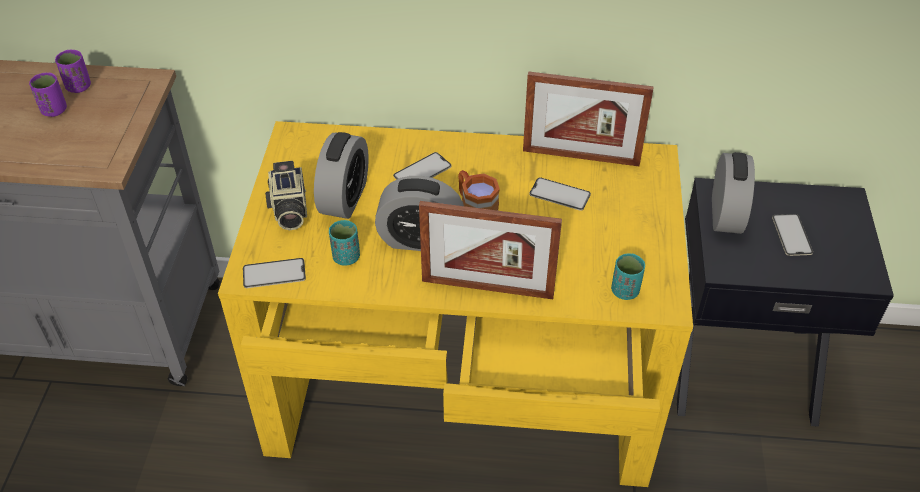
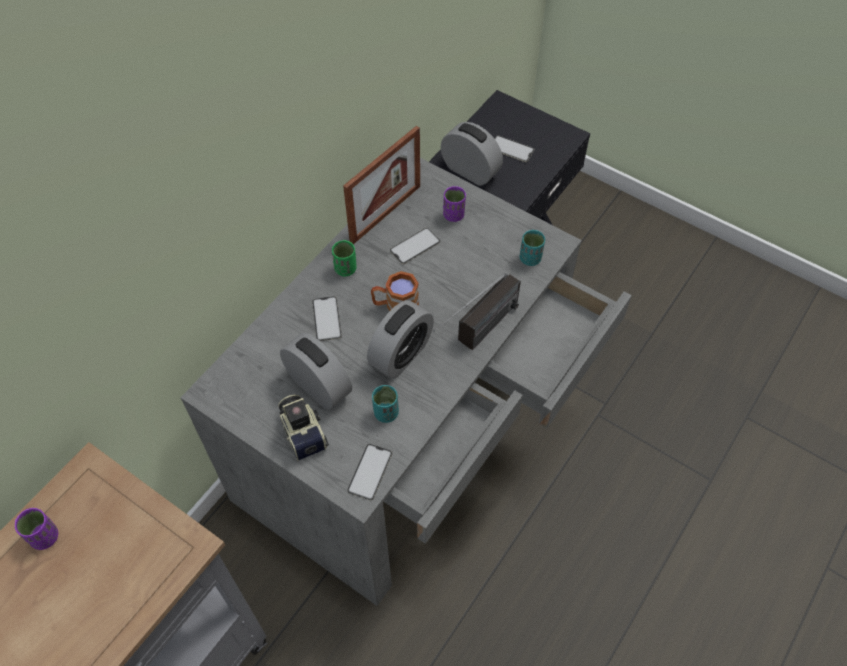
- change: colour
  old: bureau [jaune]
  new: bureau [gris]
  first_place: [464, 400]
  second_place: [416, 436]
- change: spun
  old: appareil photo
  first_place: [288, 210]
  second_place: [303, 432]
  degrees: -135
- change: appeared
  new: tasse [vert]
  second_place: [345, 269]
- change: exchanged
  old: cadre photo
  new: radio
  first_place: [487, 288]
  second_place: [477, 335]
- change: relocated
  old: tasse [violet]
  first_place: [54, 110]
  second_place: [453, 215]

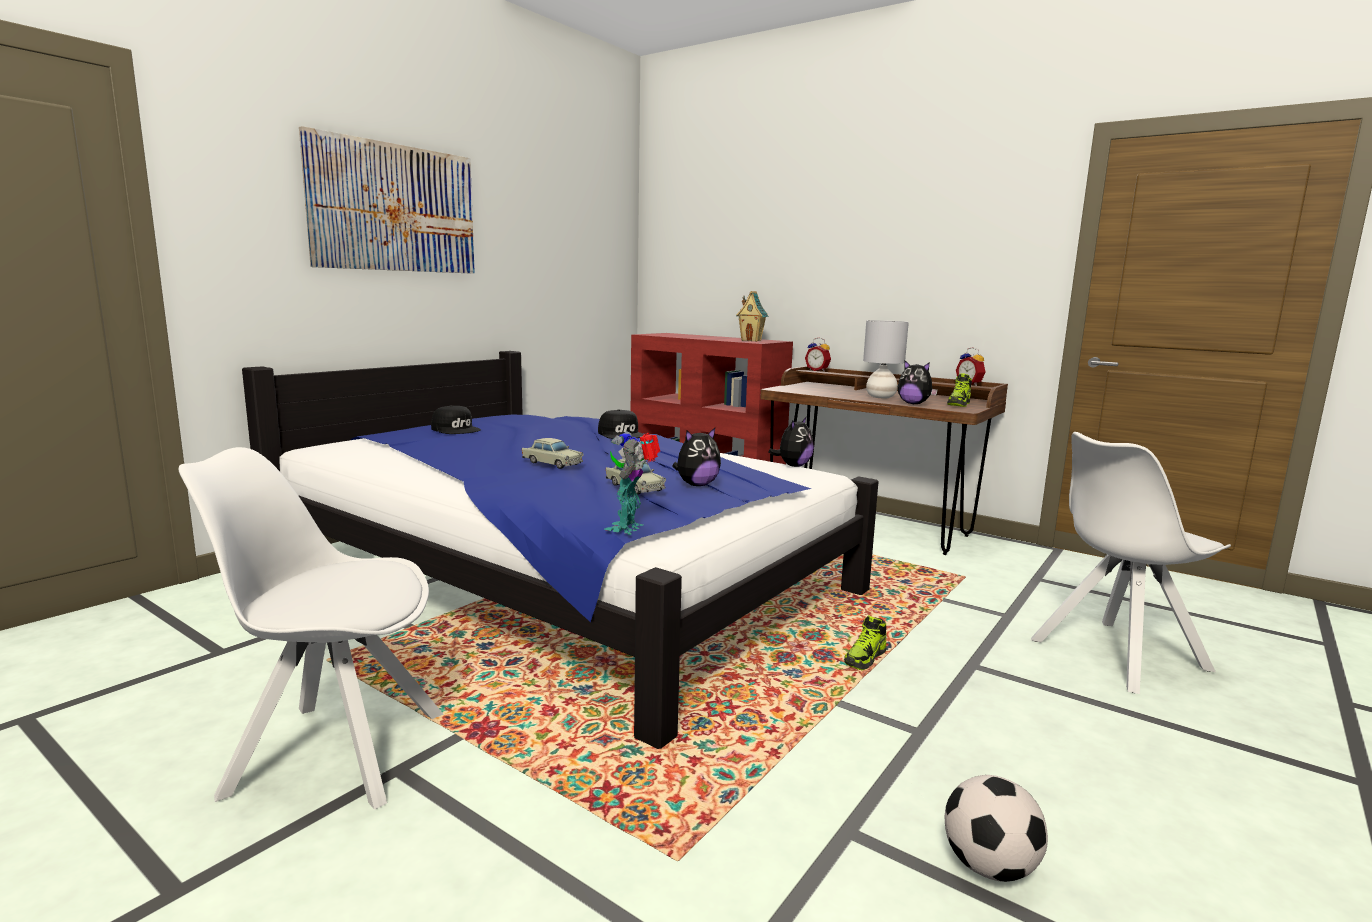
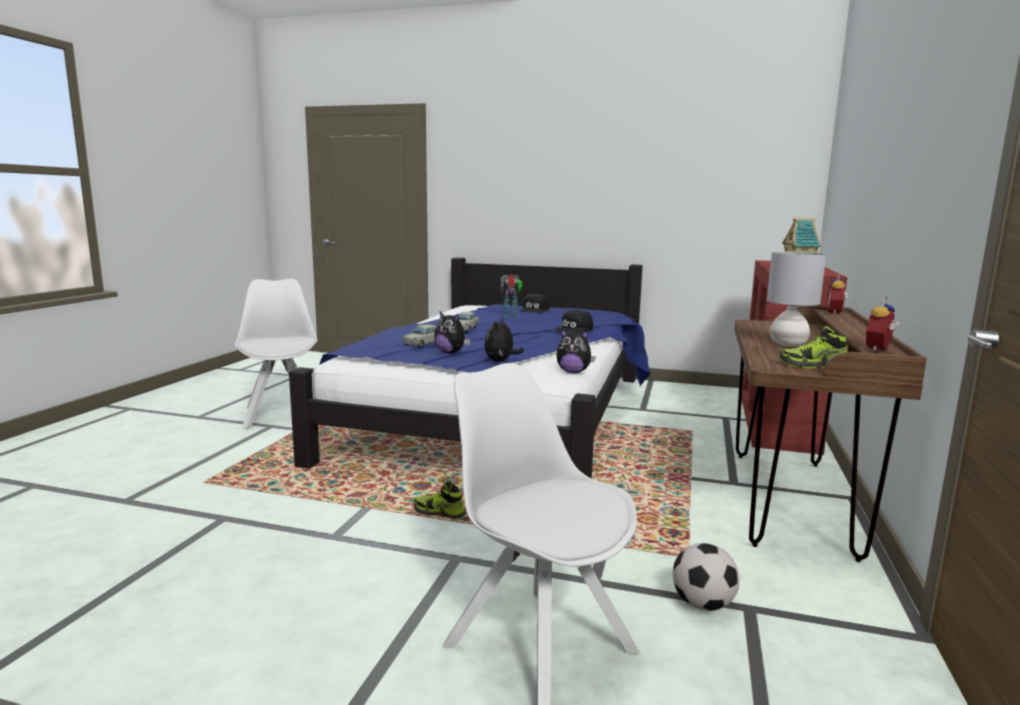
- change: relocated
  old: peluche
  first_place: [914, 404]
  second_place: [500, 361]
- change: relocated
  old: robot jouet
  first_place: [629, 528]
  second_place: [511, 316]
- change: relocated
  old: ballon de foot
  first_place: [989, 867]
  second_place: [703, 604]
- change: missing
  old: tableau
  first_place: [394, 208]

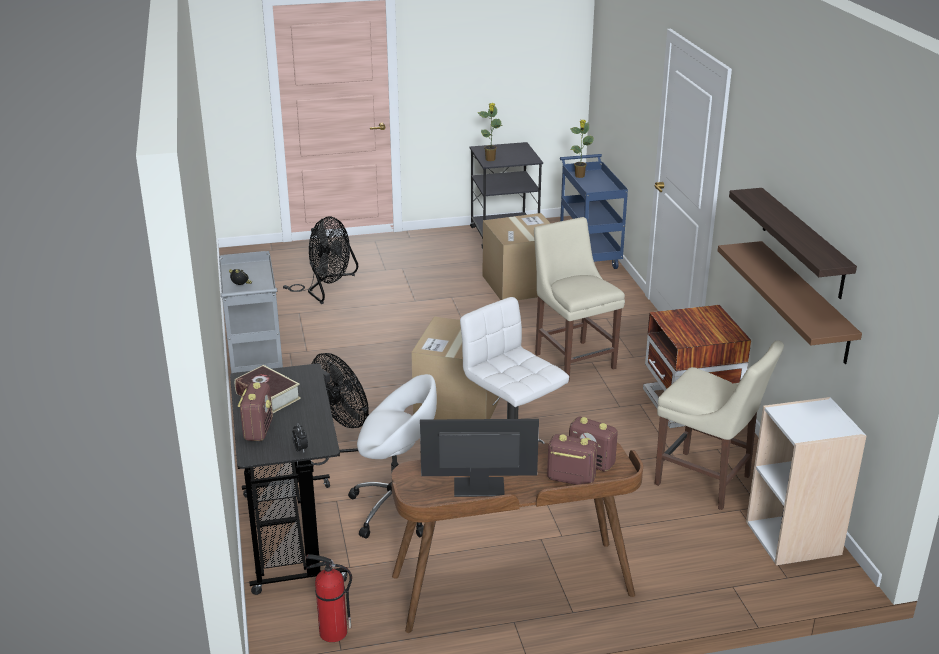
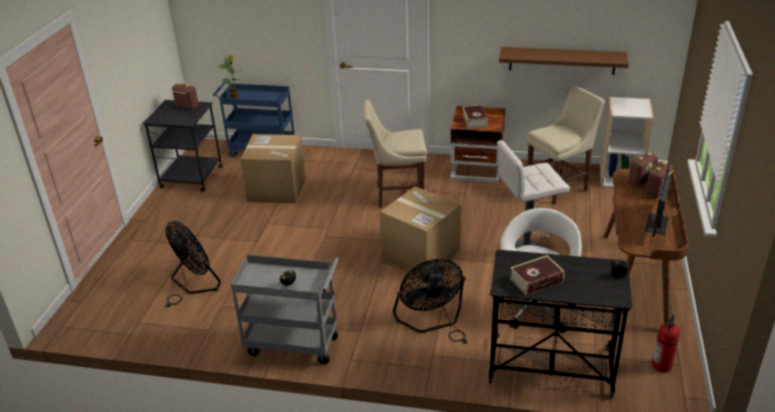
- change: relocated
  old: radio
  first_place: [258, 430]
  second_place: [187, 107]
- change: appeared
  new: livre
  second_place: [474, 120]
- change: missing
  old: plante en pot
  first_place: [490, 159]
- change: missing
  old: étagère
  first_place: [803, 243]

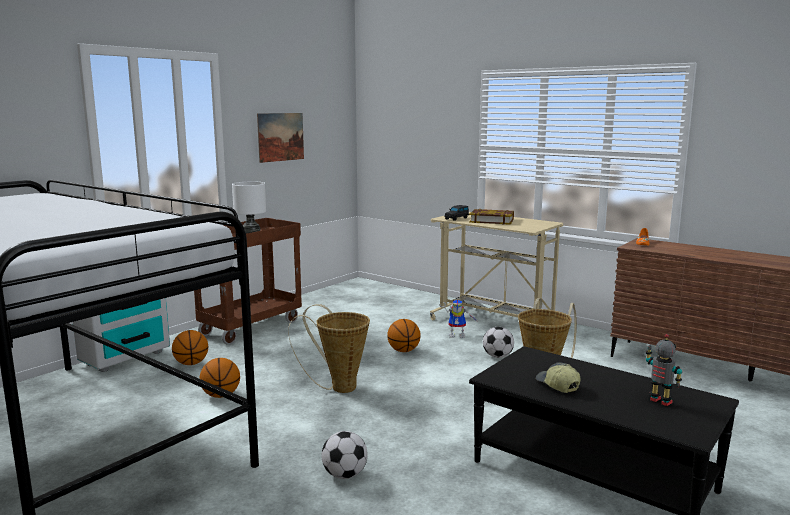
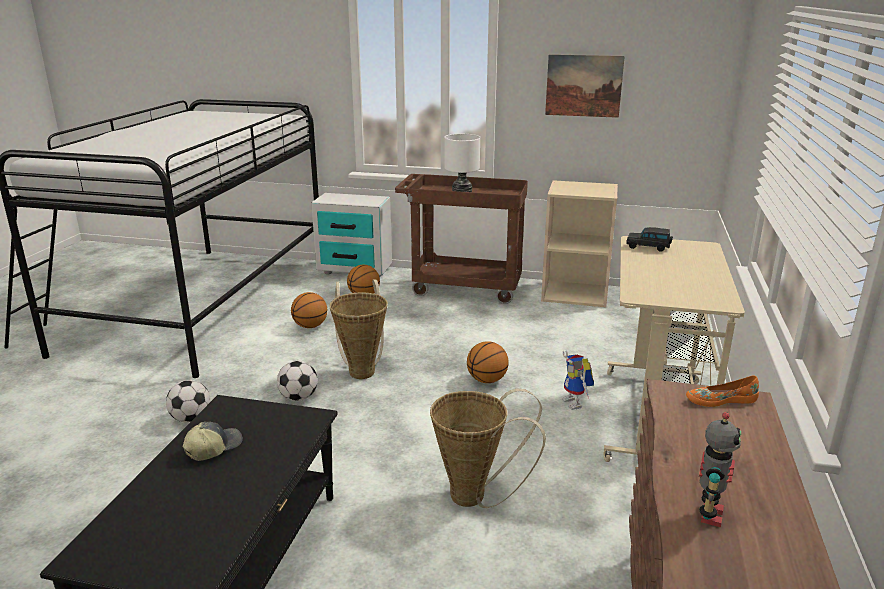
- change: relocated
  old: ballon de foot
  first_place: [497, 356]
  second_place: [298, 398]
- change: appeared
  new: bibliothèque [beige]
  second_place: [575, 293]
- change: relocated
  old: robot jouet
  first_place: [660, 402]
  second_place: [708, 514]
- change: missing
  old: livre
  first_place: [491, 220]

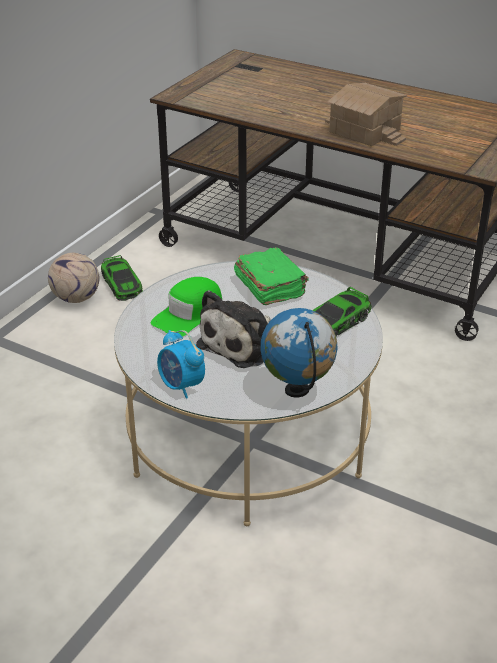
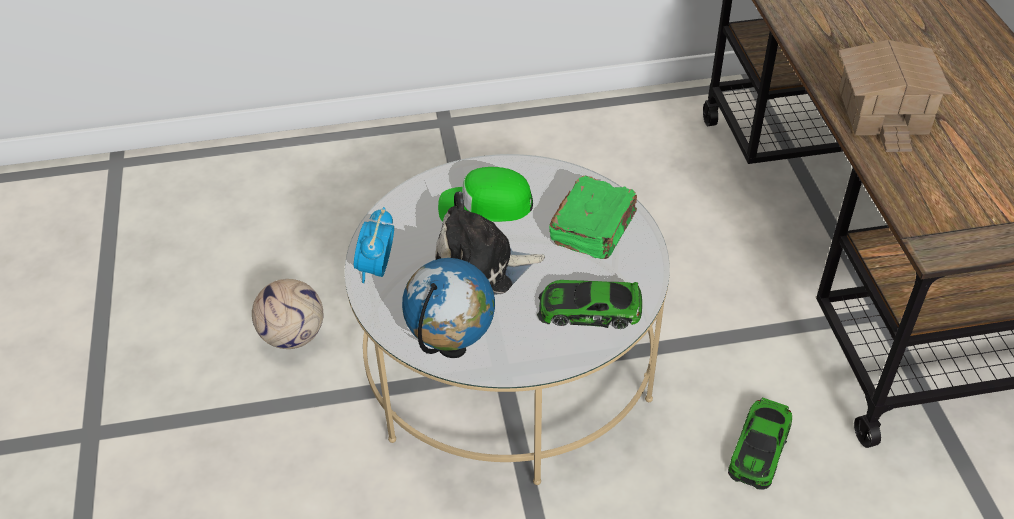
- change: relocated
  old: ballon de foot
  first_place: [76, 298]
  second_place: [293, 335]
- change: relocated
  old: petite voiture
  first_place: [122, 284]
  second_place: [759, 449]

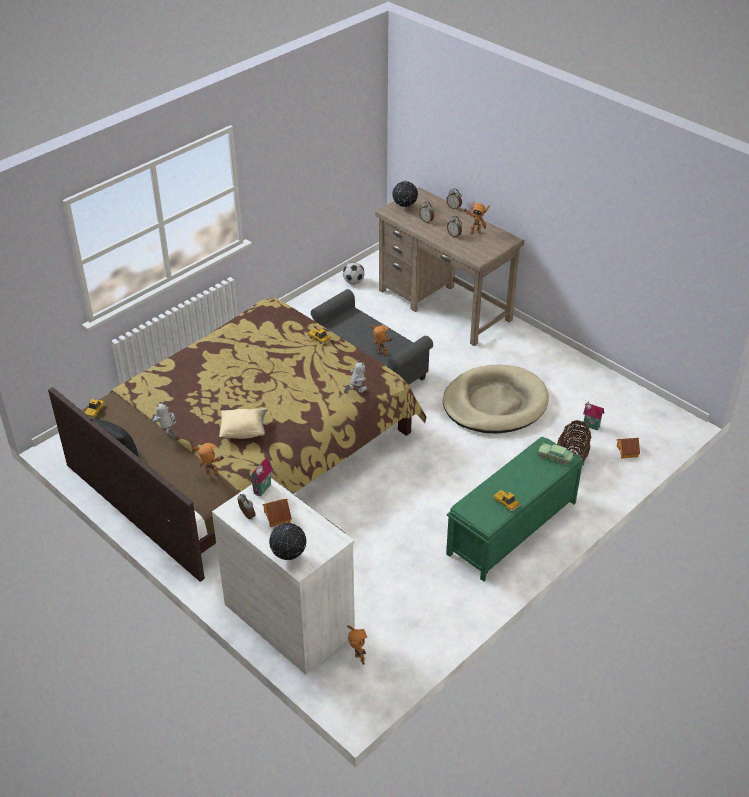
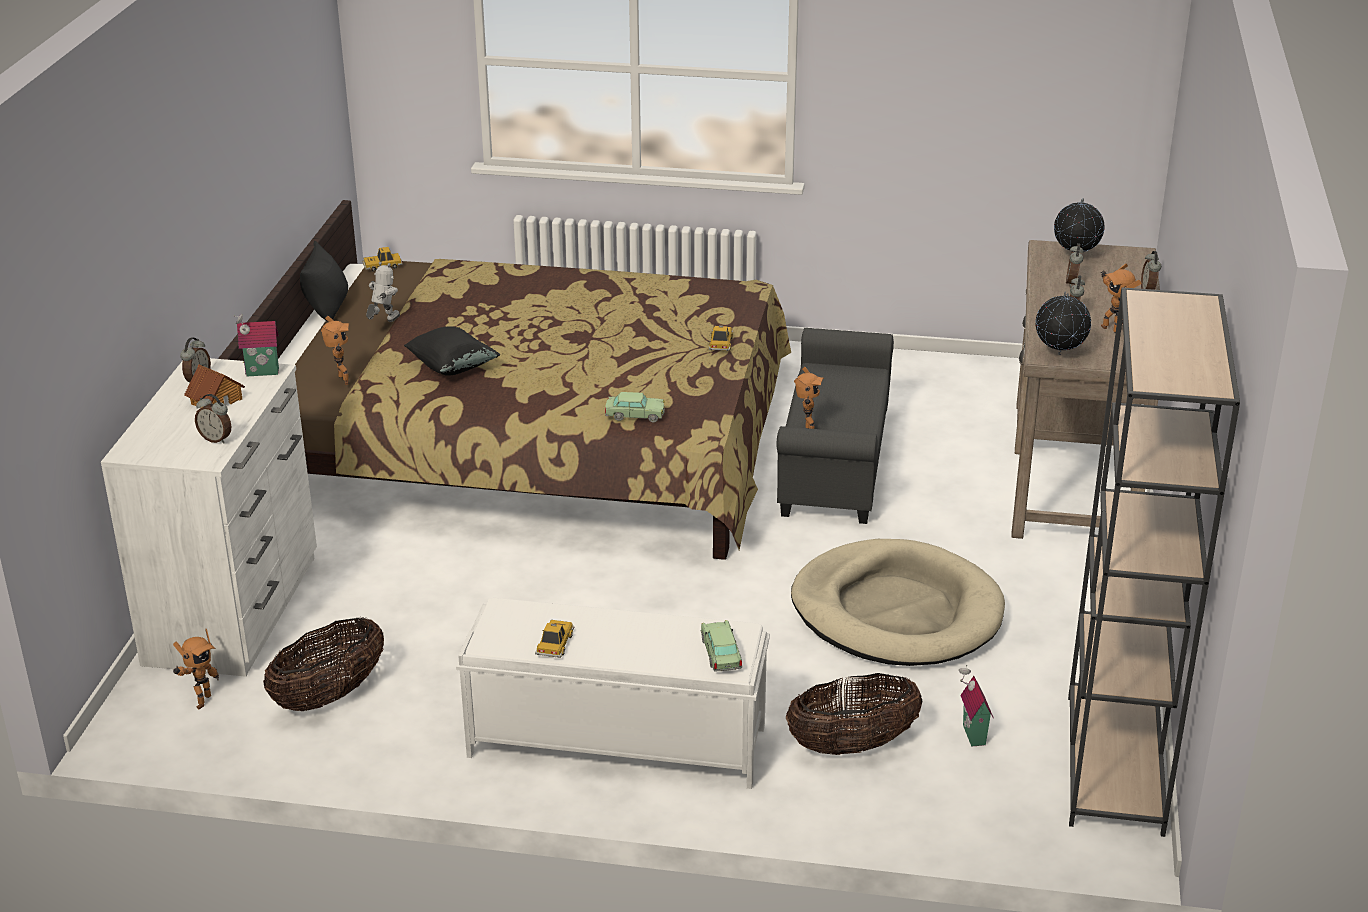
- change: appeared
  new: réveil
  second_place: [216, 439]
- change: appeared
  new: panier
  second_place: [329, 695]
- change: colour
  old: coussin [beige]
  new: coussin [noir]
  first_place: [244, 431]
  second_place: [452, 367]
- change: colour
  old: banc [vert]
  new: banc [blanc]
  first_place: [511, 529]
  second_place: [615, 741]
- change: exchanged
  old: robot jouet
  new: petite voiture
  first_place: [356, 393]
  second_place: [635, 415]
- change: relocated
  old: globe
  first_place: [288, 557]
  second_place: [1059, 354]
- change: appeared
  new: bibliothèque
  second_place: [1115, 764]
- change: missing
  old: ballon de foot
  first_place: [353, 282]
- change: missing
  old: maison miniature
  first_place: [627, 451]

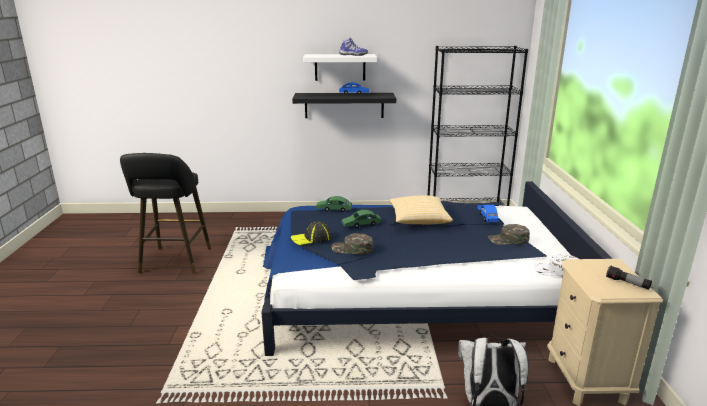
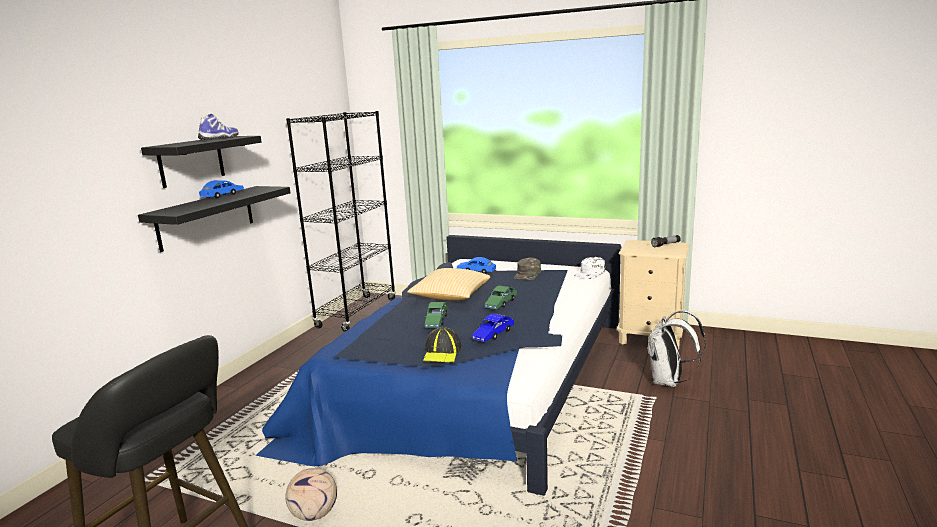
- change: colour
  old: étagère [blanc]
  new: étagère [noir]
  first_place: [340, 67]
  second_place: [191, 161]
- change: appeared
  new: ballon de foot
  second_place: [314, 514]
- change: exchanged
  old: casquette [vert]
  new: petite voiture [bleu]
  first_place: [352, 249]
  second_place: [493, 334]
- change: relocated
  old: petite voiture [vert]
  first_place: [334, 209]
  second_place: [501, 303]

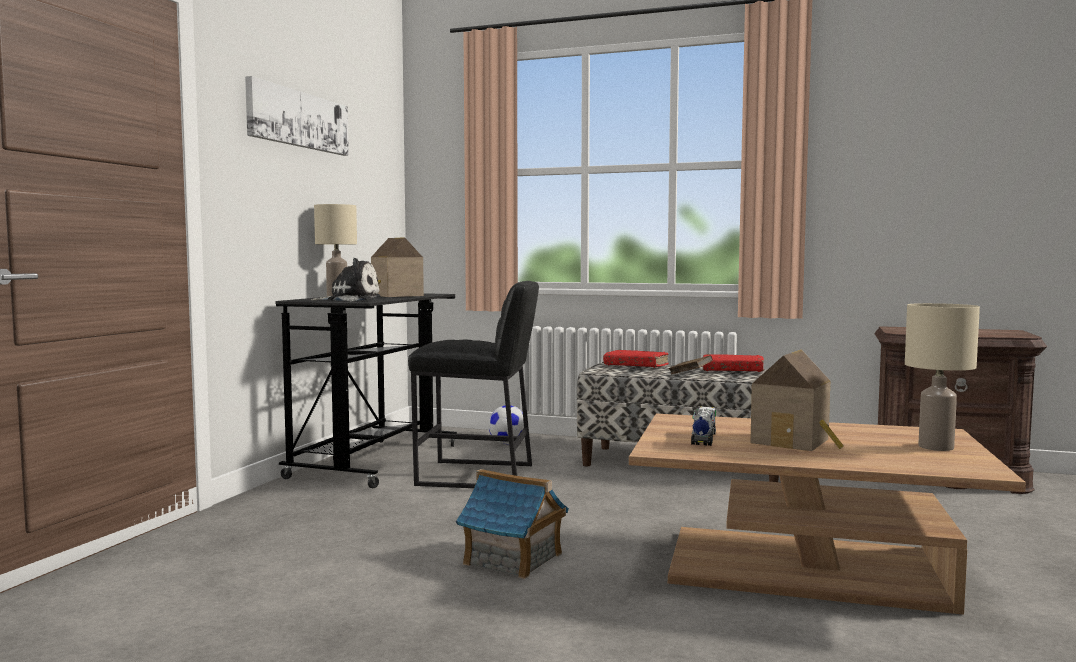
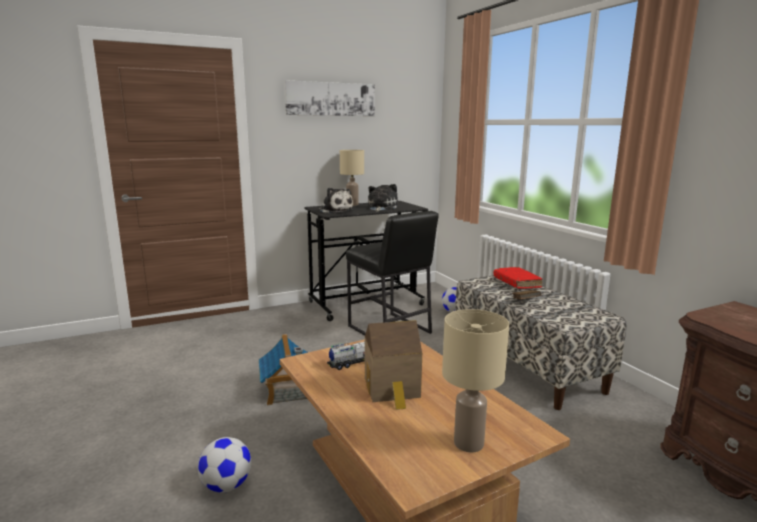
- change: appeared
  new: ballon de foot
  second_place: [227, 485]
- change: exchanged
  old: maison miniature
  new: peluche
  first_place: [395, 296]
  second_place: [381, 208]
- change: missing
  old: livre [rouge]
  first_place: [732, 370]

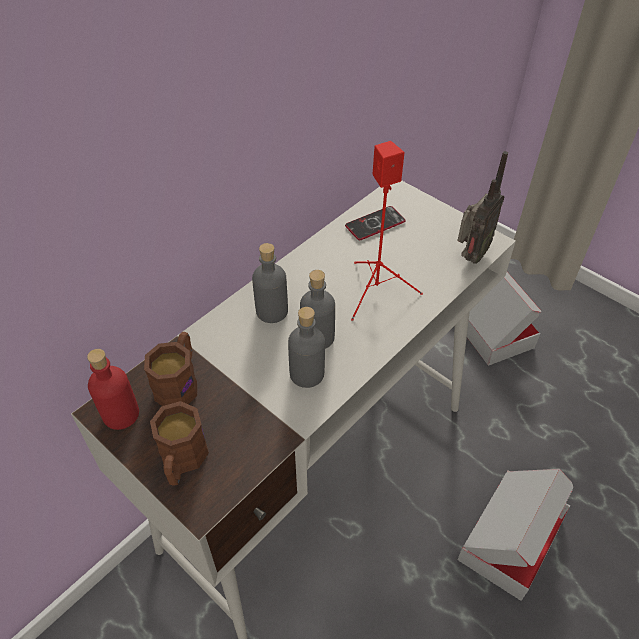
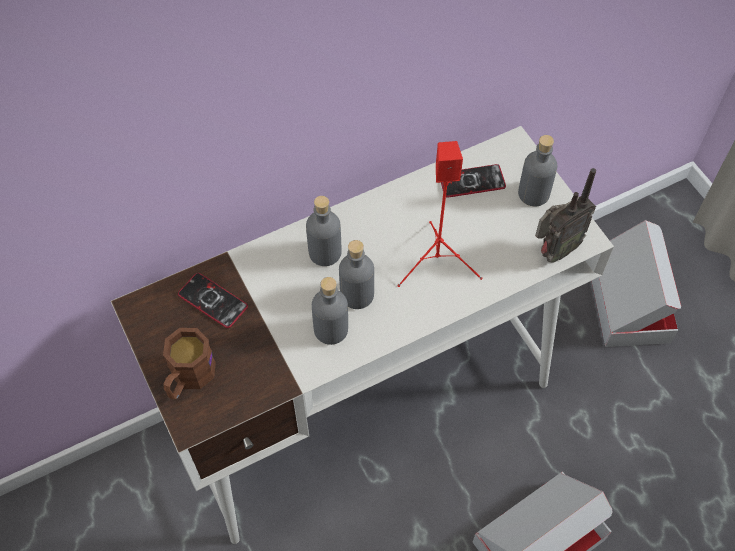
- change: exchanged
  old: mug [marron]
  new: téléphone
  first_place: [180, 382]
  second_place: [213, 301]
- change: appeared
  new: bouteille [gris]
  second_place: [533, 193]
- change: missing
  old: bouteille [rouge]
  first_place: [121, 414]

